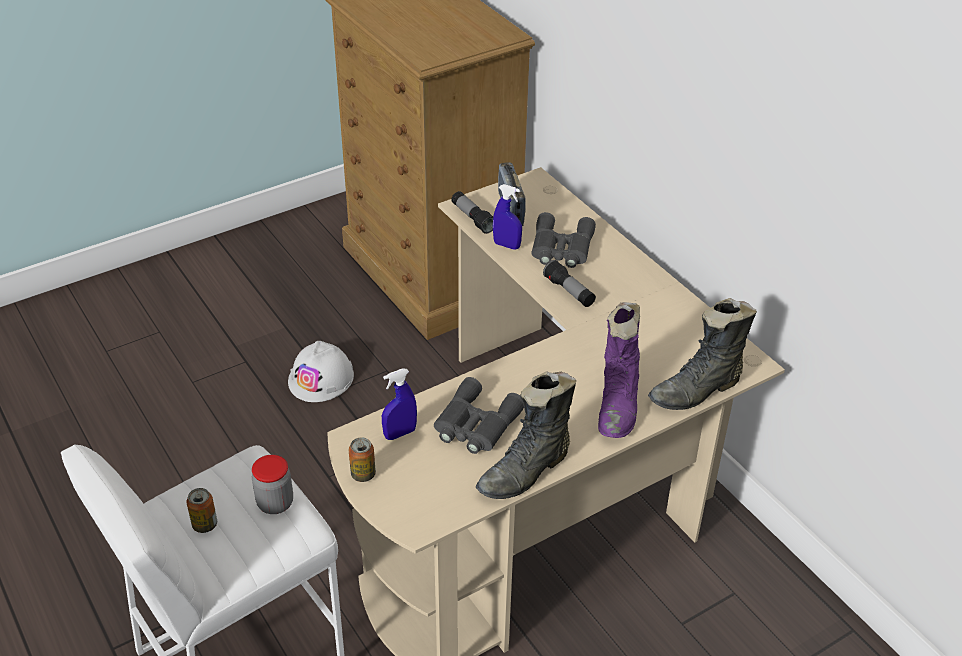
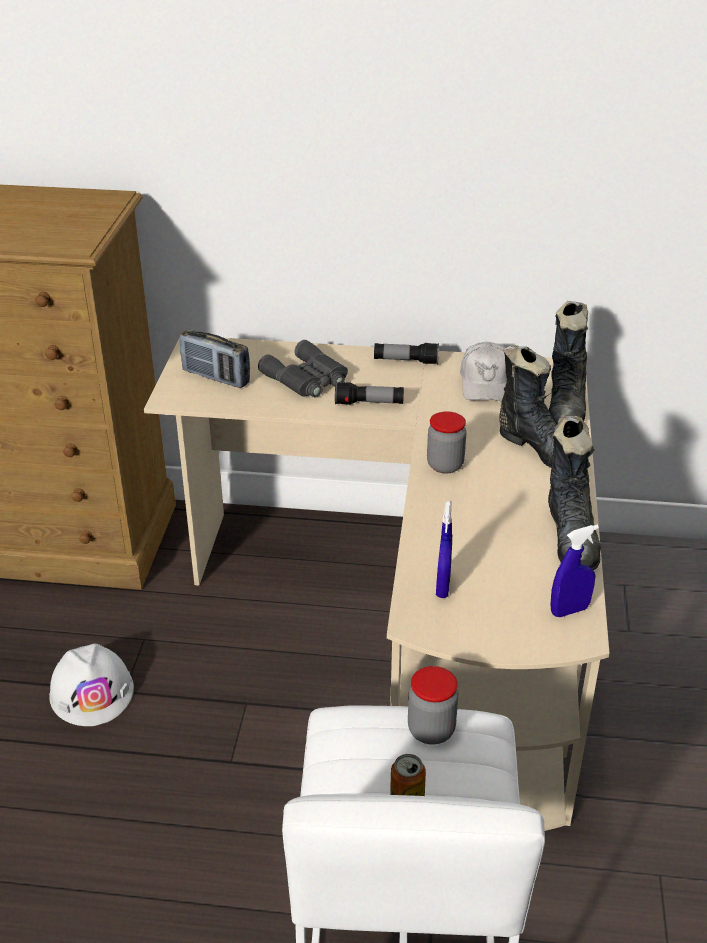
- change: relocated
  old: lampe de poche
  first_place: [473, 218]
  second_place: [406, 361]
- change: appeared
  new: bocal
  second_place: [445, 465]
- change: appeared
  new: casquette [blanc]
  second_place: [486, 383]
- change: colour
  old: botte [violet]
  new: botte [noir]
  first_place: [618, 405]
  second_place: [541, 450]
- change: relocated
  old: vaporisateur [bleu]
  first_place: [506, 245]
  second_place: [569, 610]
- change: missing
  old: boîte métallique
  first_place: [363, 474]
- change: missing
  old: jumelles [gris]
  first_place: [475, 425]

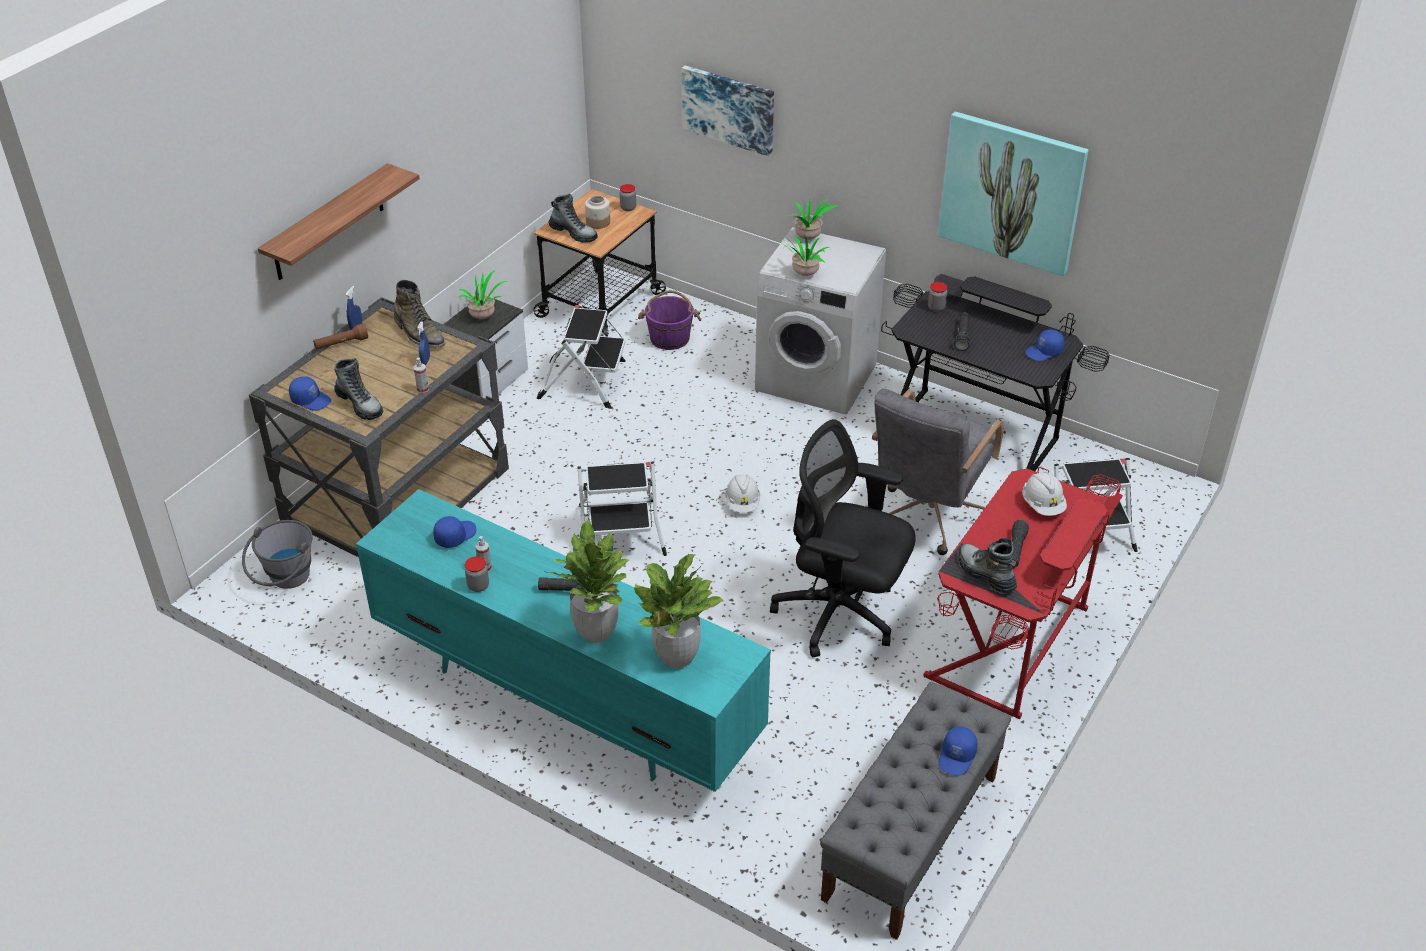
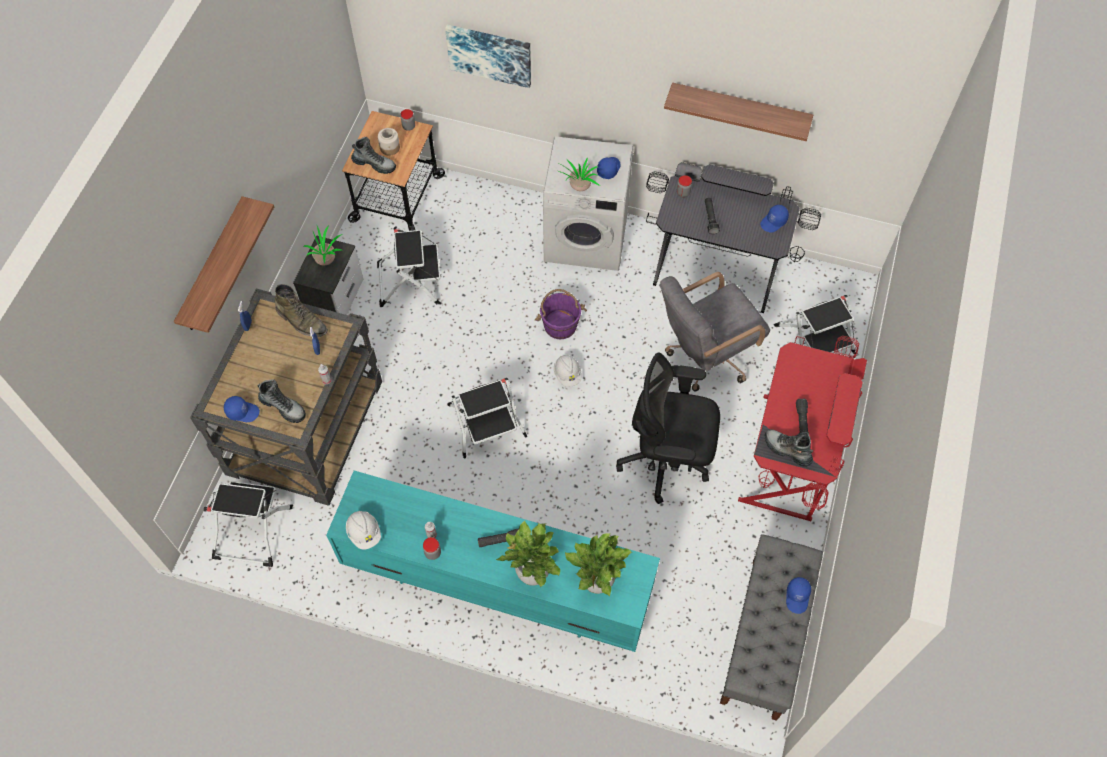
- change: exchanged
  old: seau [gris]
  new: escabeau
  first_place: [286, 581]
  second_place: [251, 529]
- change: relocated
  old: casque de chantier [blanc]
  first_place: [1042, 505]
  second_place: [364, 533]
- change: relocated
  old: seau [violet]
  first_place: [670, 337]
  second_place: [560, 324]
- change: relocated
  old: casquette [bleu]
  first_place: [455, 535]
  second_place: [608, 169]
- change: spun
  old: chaise de bureau [gris]
  first_place: [927, 521]
  second_place: [704, 360]
  degrees: 45
- change: exchanged
  old: tableau
  new: étagère
  first_place: [1012, 192]
  second_place: [739, 110]
- change: missing
  old: lampe de poche [marron]
  first_place: [341, 344]
- change: missing
  old: plante en pot
  first_place: [809, 239]

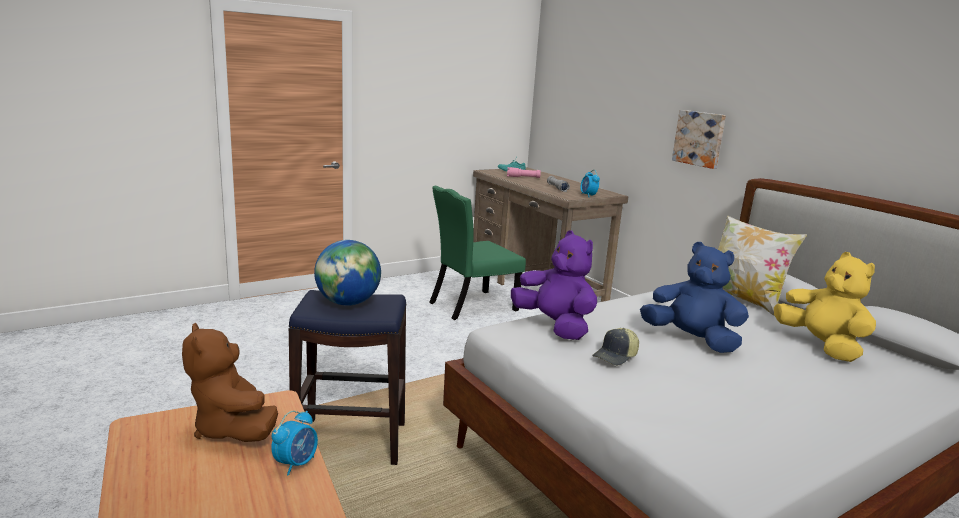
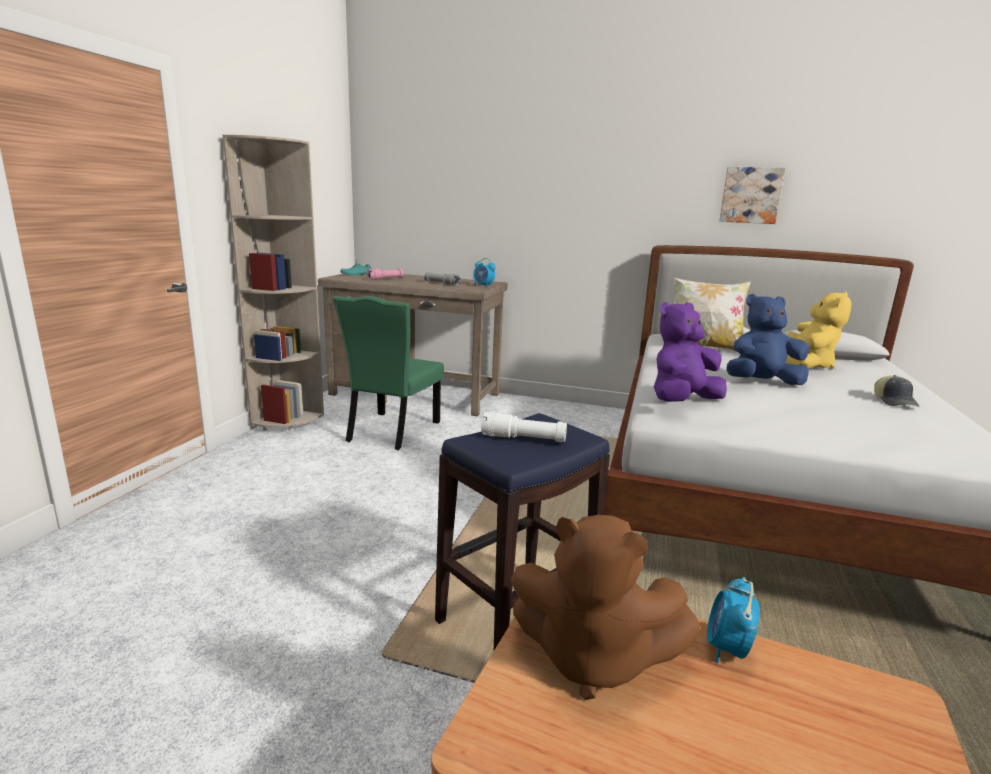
- change: appeared
  new: bibliothèque [beige]
  second_place: [288, 425]
- change: exchanged
  old: globe
  new: lampe de poche [blanc]
  first_place: [348, 303]
  second_place: [523, 438]
- change: spun
  old: peluche [violet]
  first_place: [554, 326]
  second_place: [682, 402]
  degrees: -45
- change: spun
  old: réveil
  first_place: [296, 463]
  second_place: [726, 649]
  degrees: -150
- change: relocated
  old: tableau
  first_place: [699, 138]
  second_place: [751, 195]
- change: spun
  old: peluche [jaune]
  first_place: [820, 346]
  second_place: [807, 365]
  degrees: 90
- change: relocated
  old: casquette
  first_place: [616, 356]
  second_place: [895, 401]

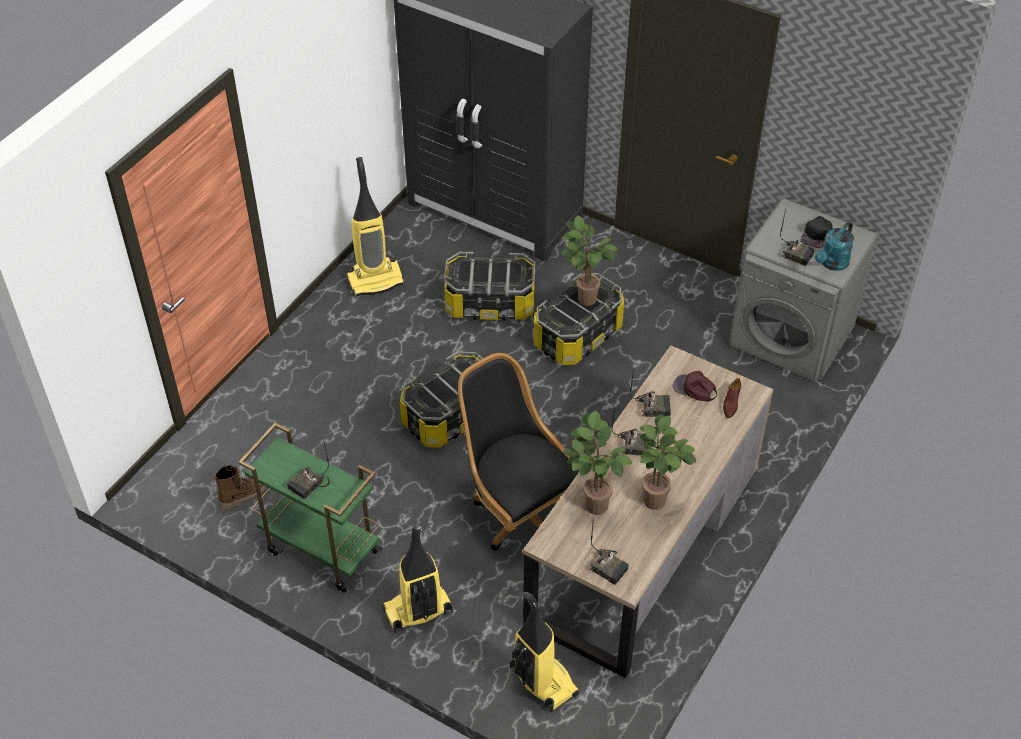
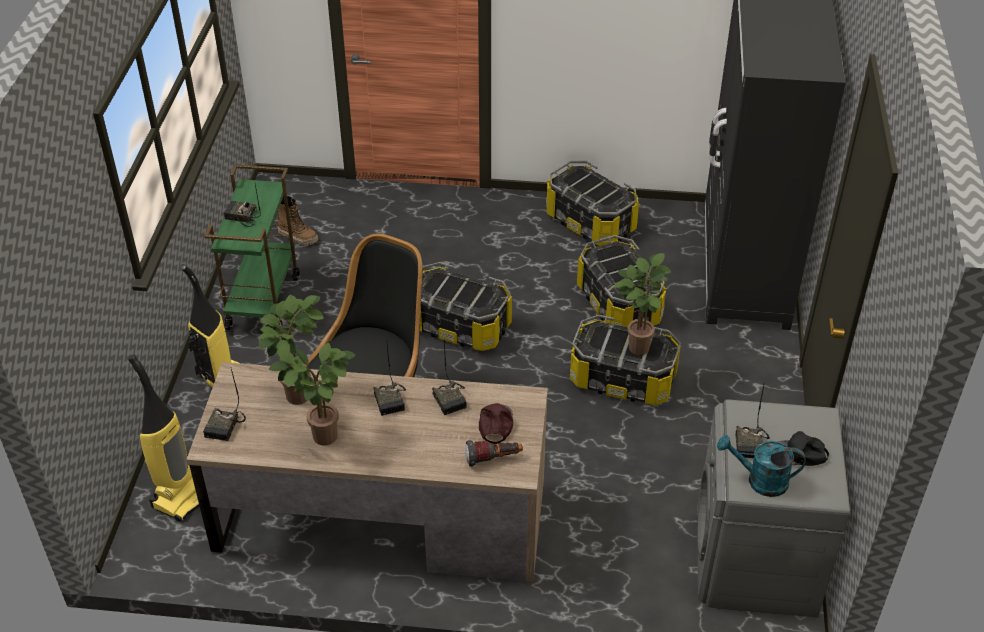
- change: exchanged
  old: chaussure [marron]
  new: lampe de poche
  first_place: [731, 403]
  second_place: [493, 459]
- change: exchanged
  old: aspirateur
  new: boîte de rangement
  first_place: [375, 280]
  second_place: [591, 222]

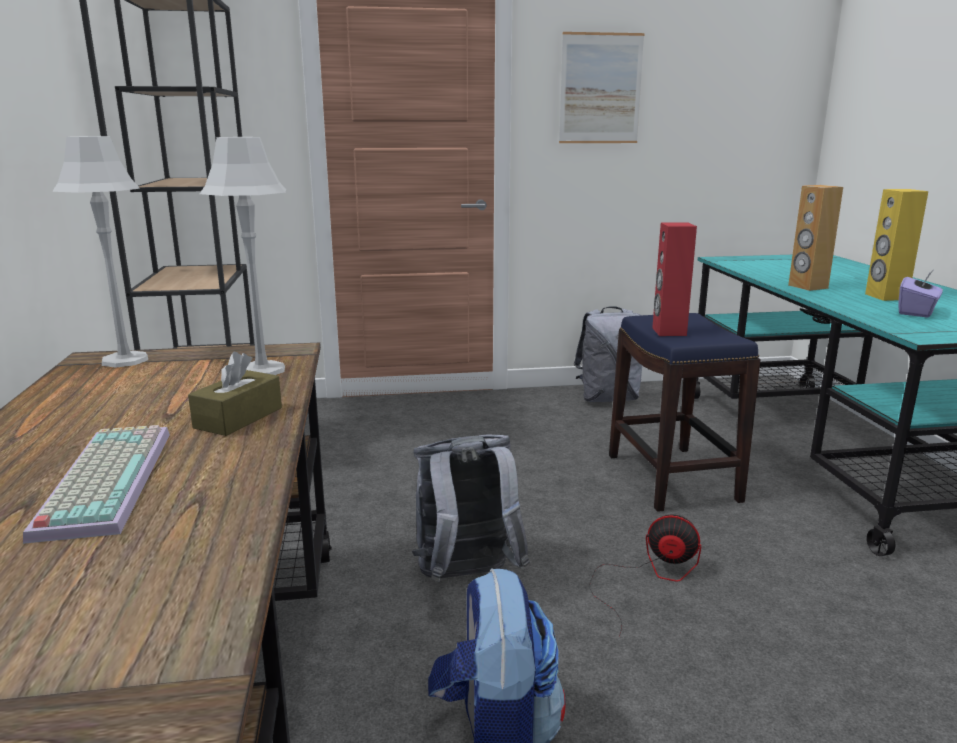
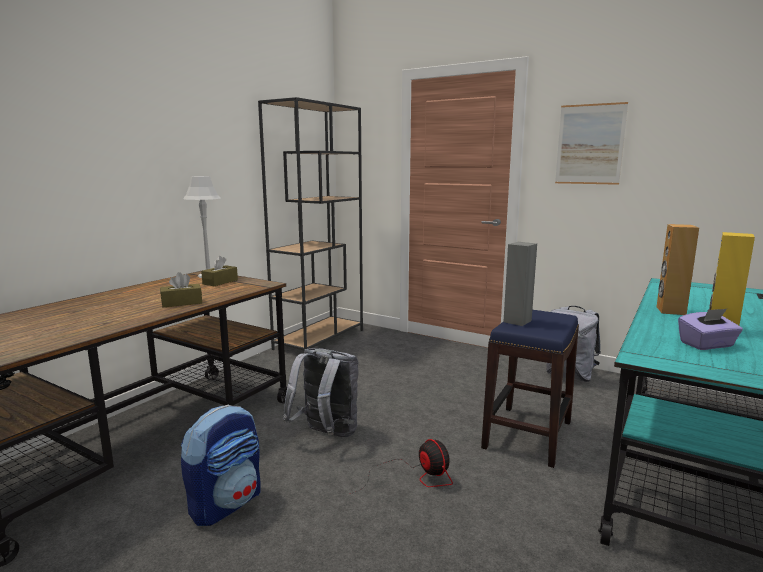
- change: appeared
  new: boîte à mouchoirs [marron]
  second_place: [220, 282]
- change: colour
  old: enceinte [rouge]
  new: enceinte [gris]
  first_place: [668, 332]
  second_place: [517, 321]
- change: missing
  old: clavier
  first_place: [103, 480]
- change: missing
  old: lampe de table [gris]
  first_place: [261, 370]

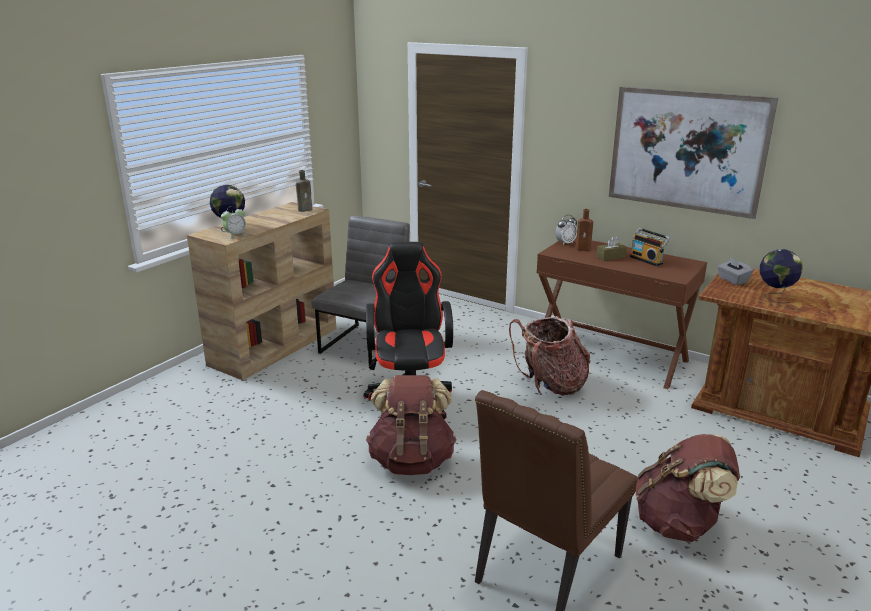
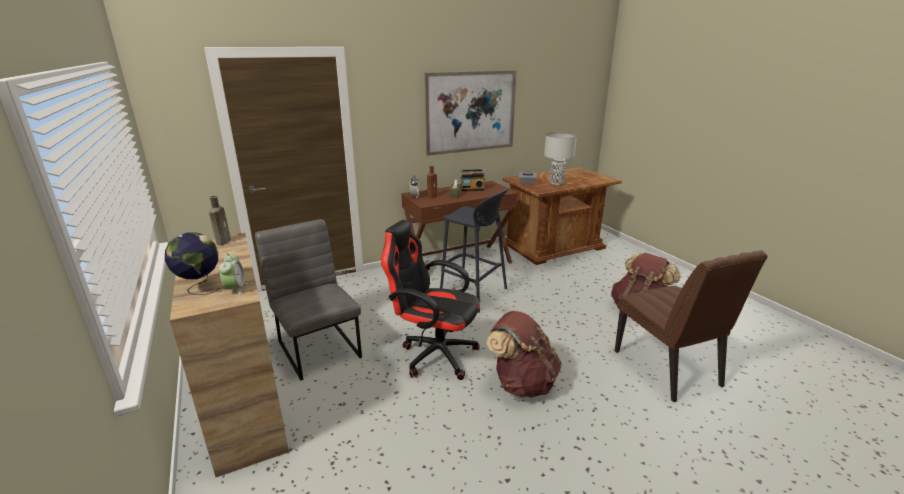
- change: exchanged
  old: sac à dos
  new: tabouret [gris]
  first_place: [550, 385]
  second_place: [473, 293]
- change: exchanged
  old: globe
  new: lampe de table [blanc]
  first_place: [774, 296]
  second_place: [556, 183]

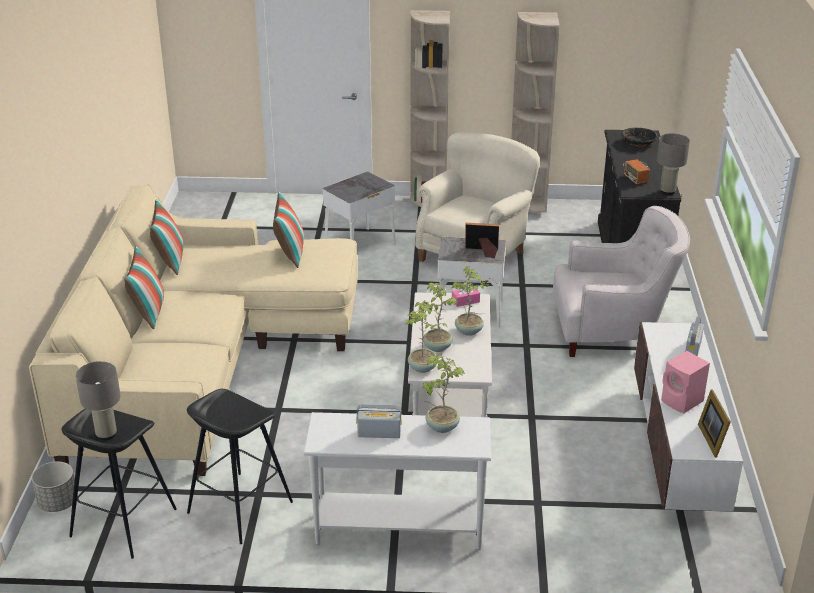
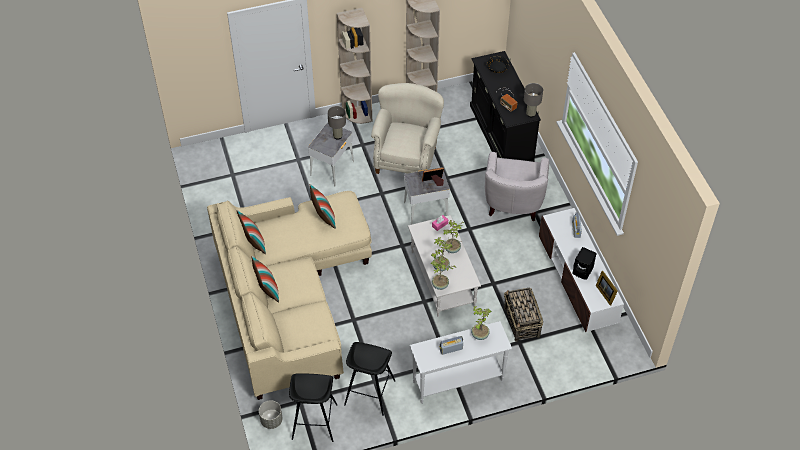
- change: relocated
  old: lampe de table [gris]
  first_place: [106, 434]
  second_place: [337, 136]
- change: spun
  old: fauteuil [blanc]
  first_place: [612, 332]
  second_place: [513, 204]
  degrees: 120
- change: appeared
  new: panier
  second_place: [521, 322]
- change: colour
  old: enceinte [rose]
  new: enceinte [noir]
  first_place: [683, 402]
  second_place: [583, 271]

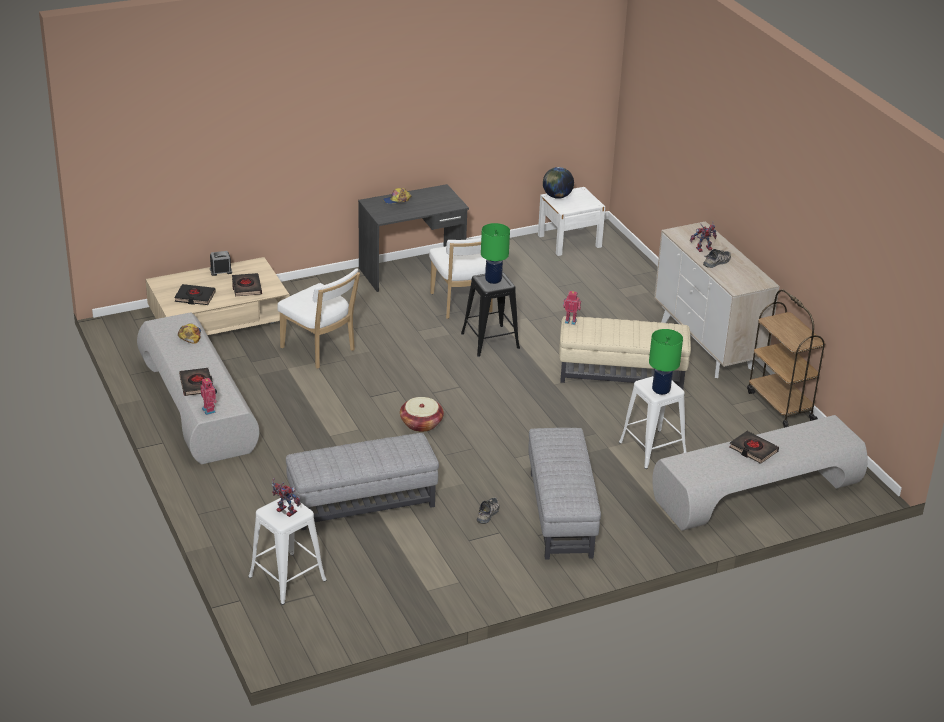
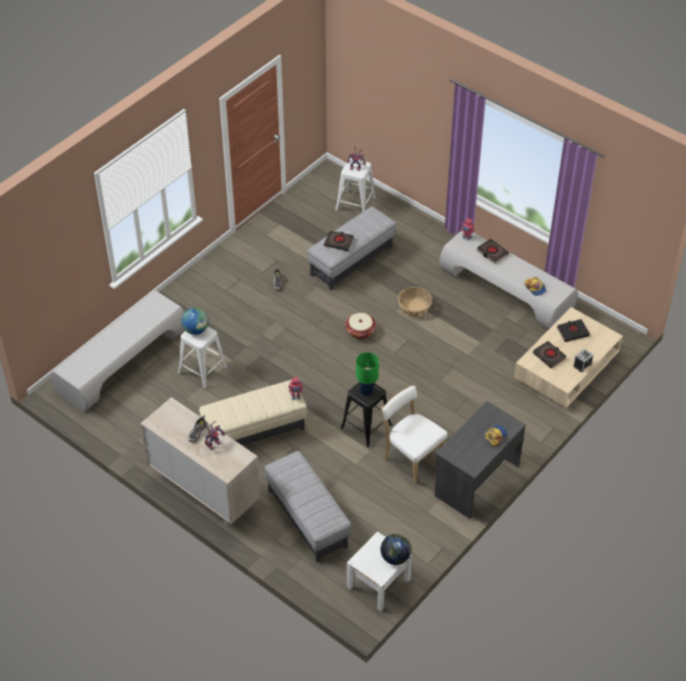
- change: exchanged
  old: lampe de table [vert]
  new: globe
  first_place: [660, 391]
  second_place: [196, 330]
- change: relocated
  old: pouf [gris]
  first_place: [561, 514]
  second_place: [307, 518]
- change: relocated
  old: livre [noir]
  first_place: [753, 450]
  second_place: [339, 242]
- change: appeared
  new: panier
  second_place: [414, 307]
- change: missing
  old: chaise [blanc]
  first_place: [320, 350]
- change: missing
  old: chariot [marron]
  first_place: [780, 406]

